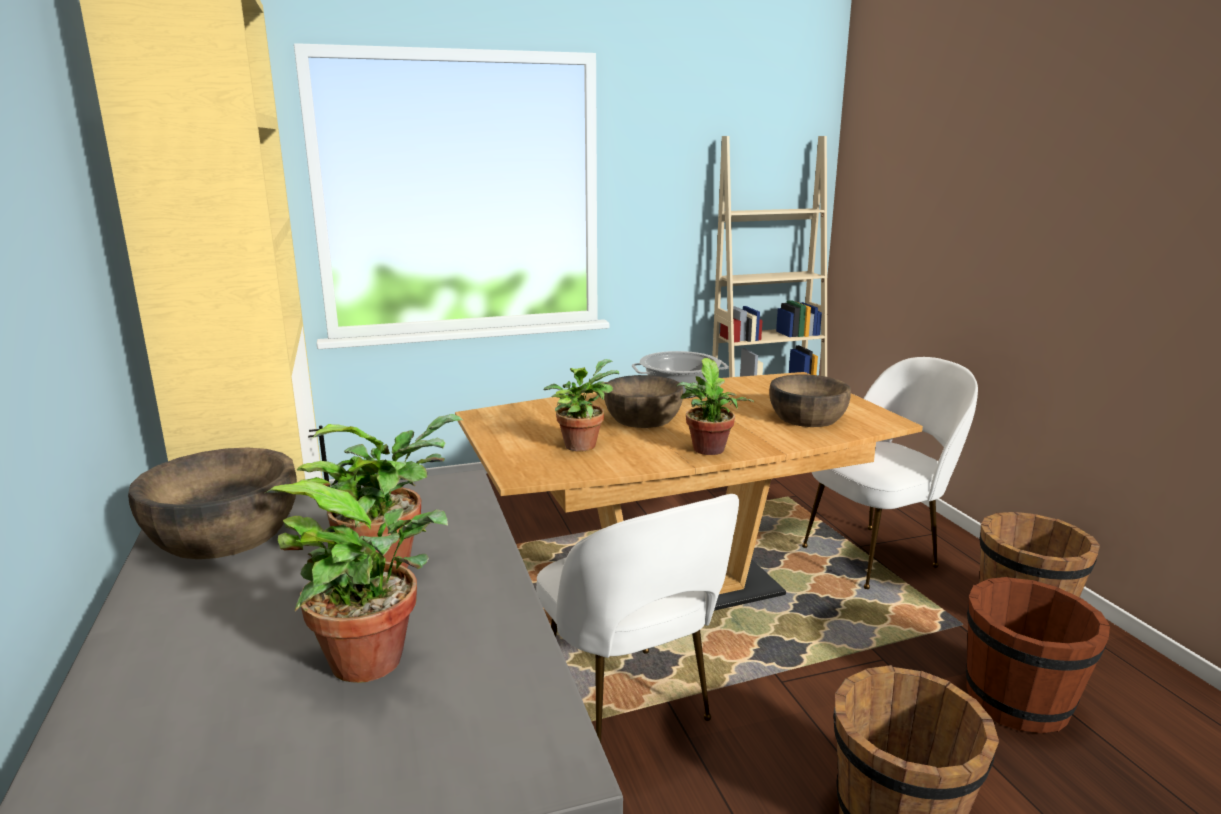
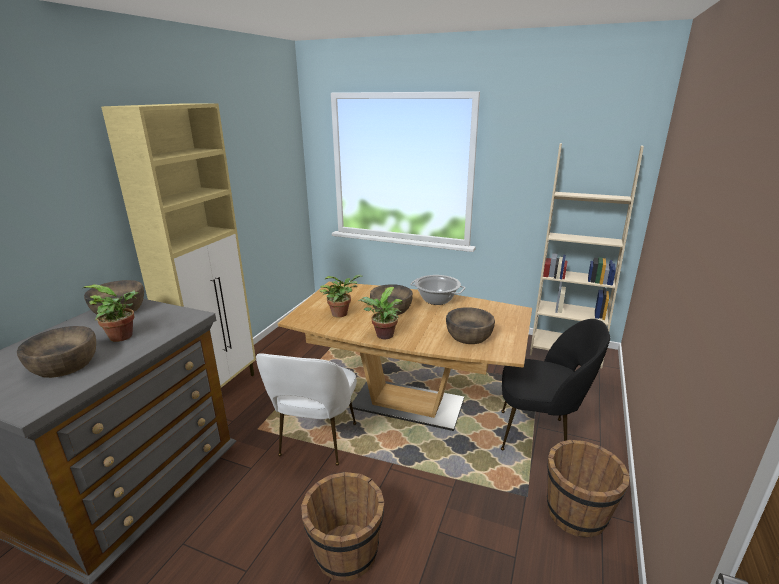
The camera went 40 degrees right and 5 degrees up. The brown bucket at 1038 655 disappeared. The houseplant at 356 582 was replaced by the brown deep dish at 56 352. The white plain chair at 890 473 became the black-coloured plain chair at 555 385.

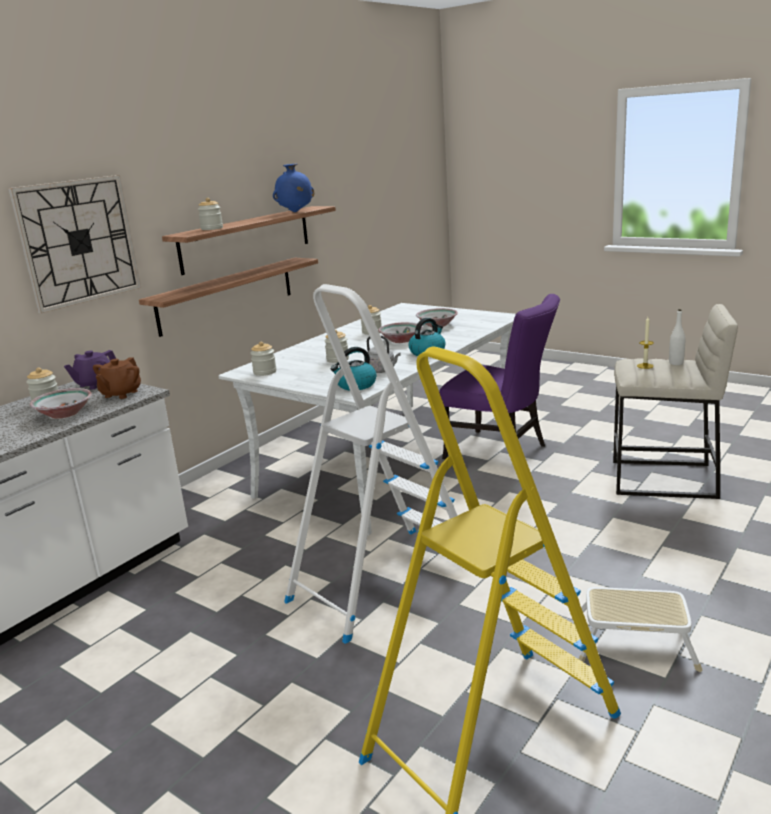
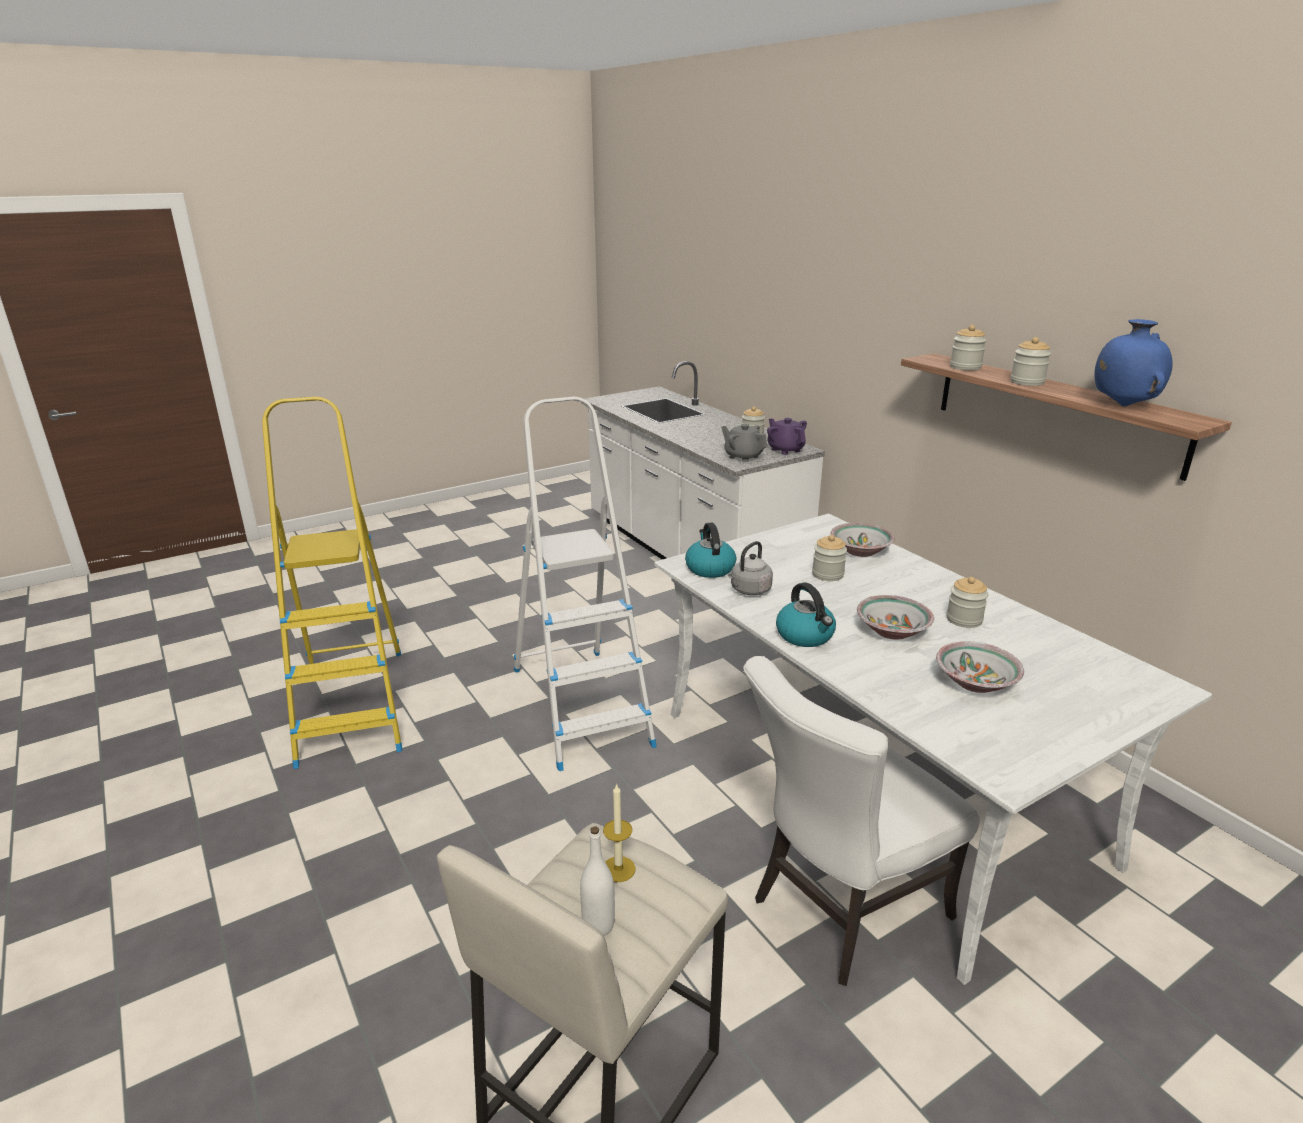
The camera went 110 degrees right and 5 degrees up. The clock on the wall at 74 244 disappeared. The shelf at 228 297 disappeared. The sand-coloured step stool at 641 629 disappeared. The deep dish moved from 61 403 to 862 540. The jar moved from 263 359 to 1030 361. The brown tea pot at 117 378 became the gray tea pot at 744 443. The purple plain chair at 499 376 became the white plain chair at 861 821.

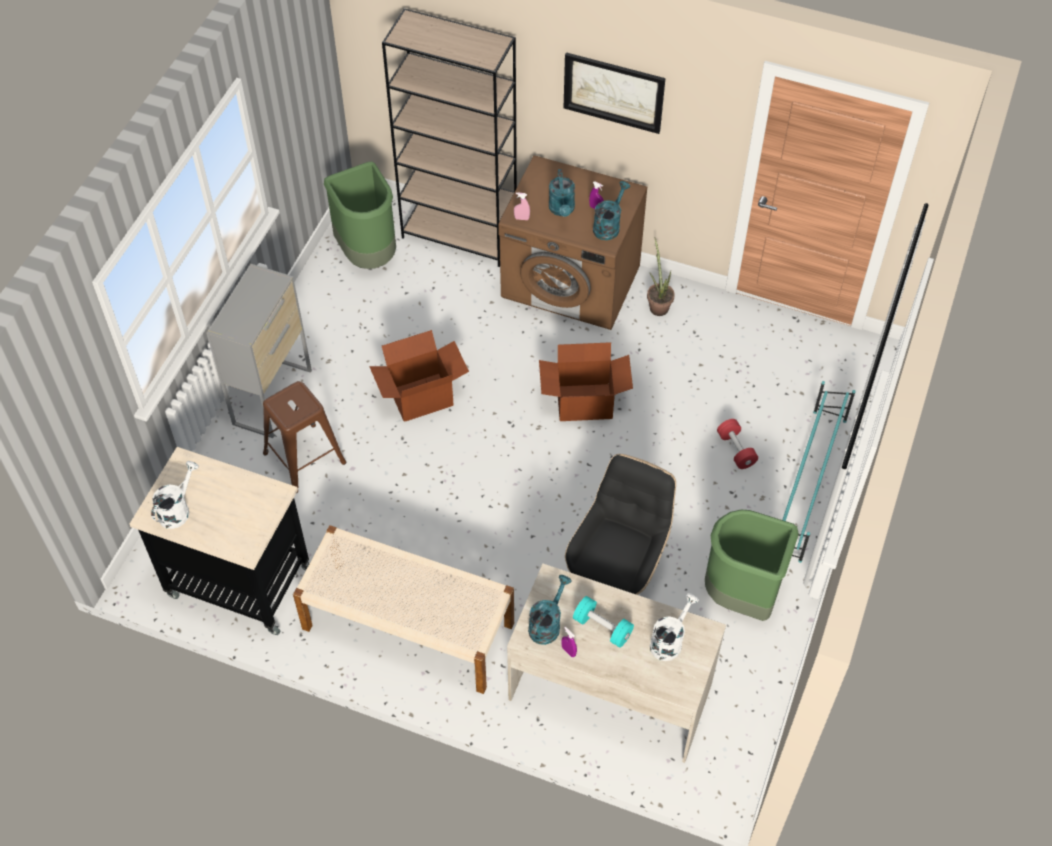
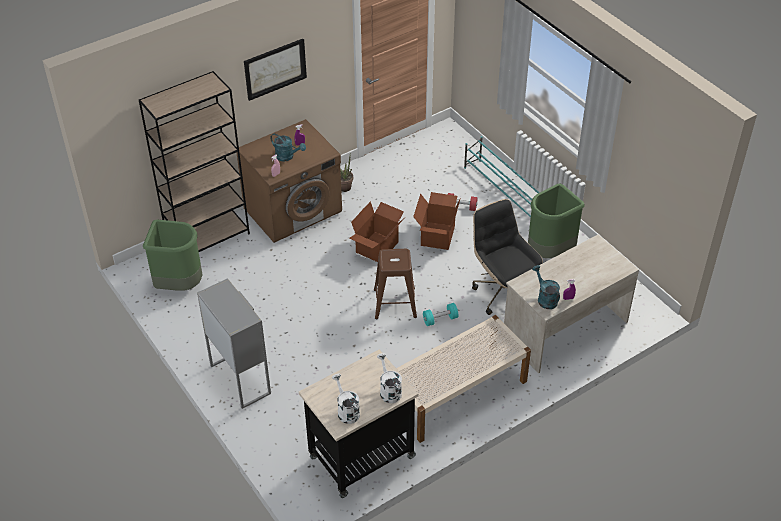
The camera went 55 degrees left and 10 degrees down. The blue-green watering can at 611 210 disappeared. The brown sitting stool moved from 304 437 to 395 284. The carton moved from 419 376 to 437 221. The blue-green hand weight moved from 603 622 to 441 314. The white watering can moved from 674 627 to 389 378.

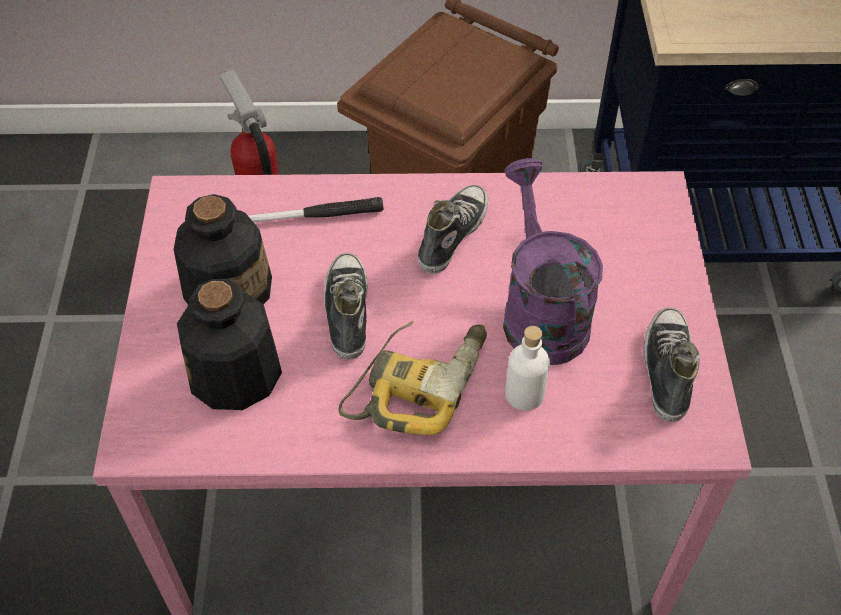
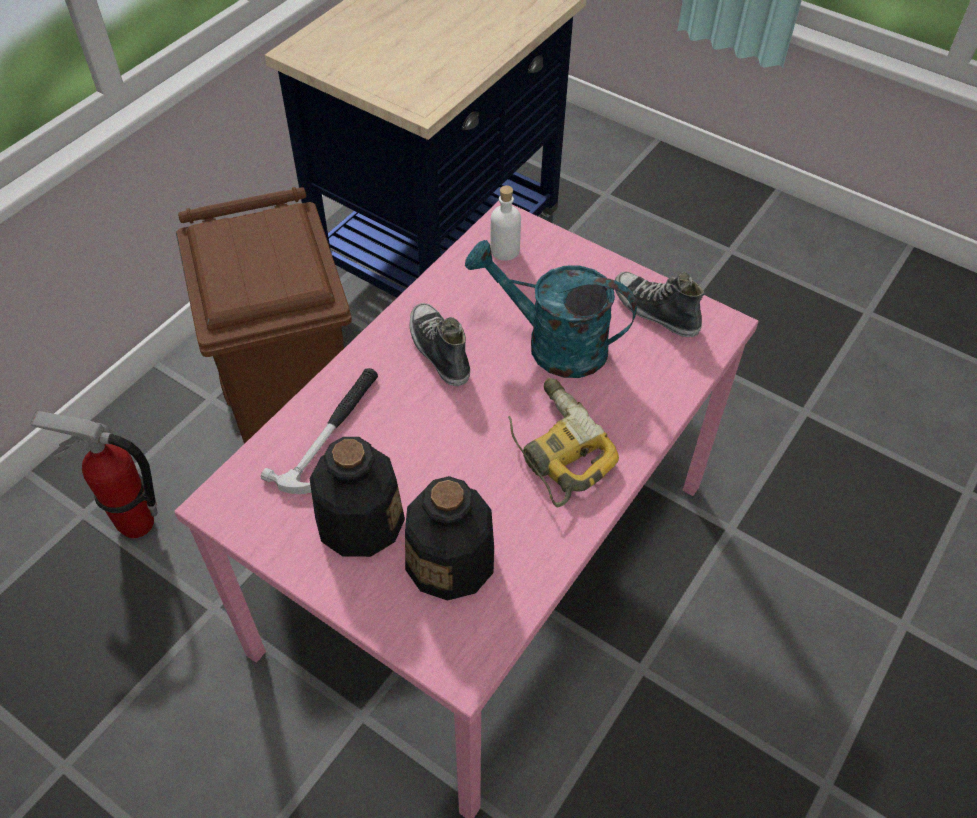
The camera went 55 degrees left and 0 degrees up. The shoe at 346 306 disappeared. The white bottle moved from 527 368 to 506 223. The purple watering can at 553 261 became the blue-green watering can at 551 309.

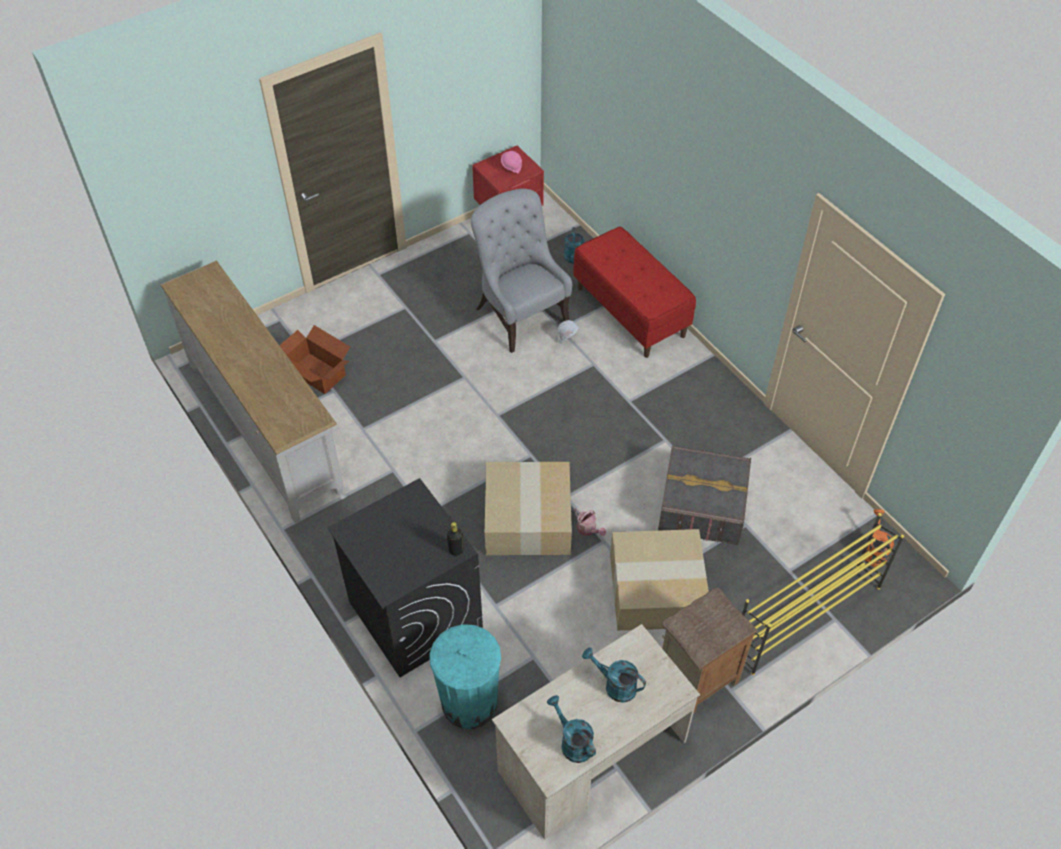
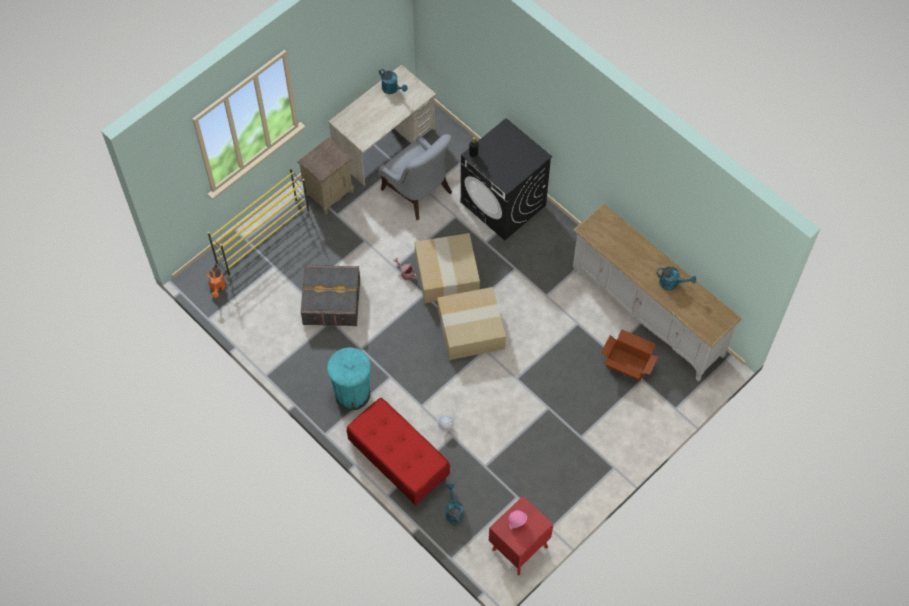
The camera went 170 degrees right and 10 degrees up. The blue-green trash can moved from 465 676 to 349 378. The gray plain chair moved from 521 271 to 415 177. The blue-green watering can moved from 614 675 to 676 278. The carton moved from 659 580 to 471 323.

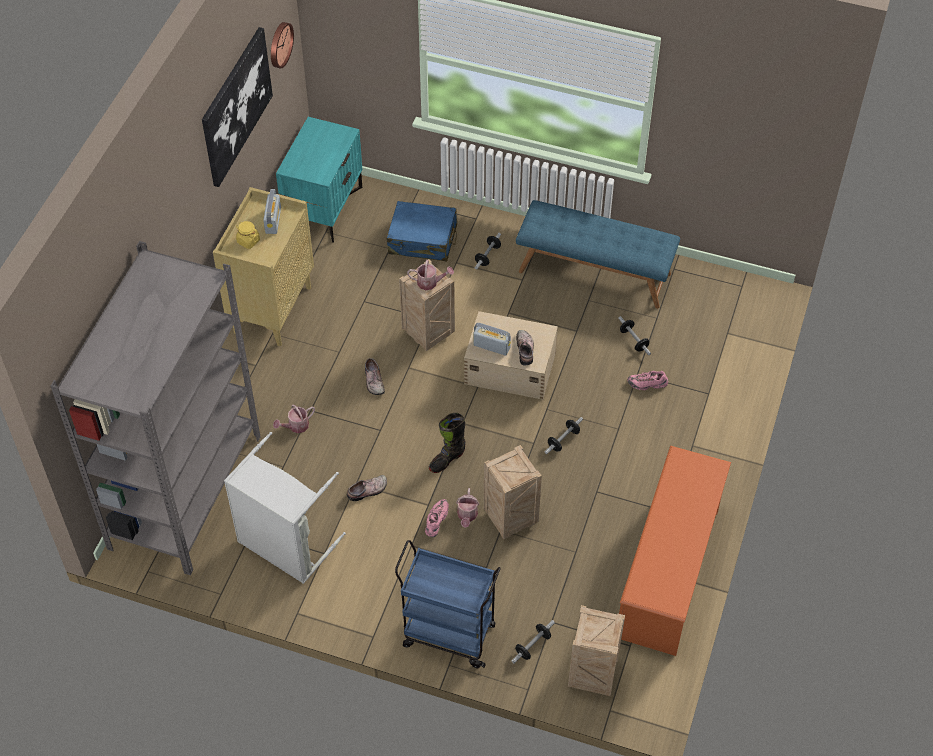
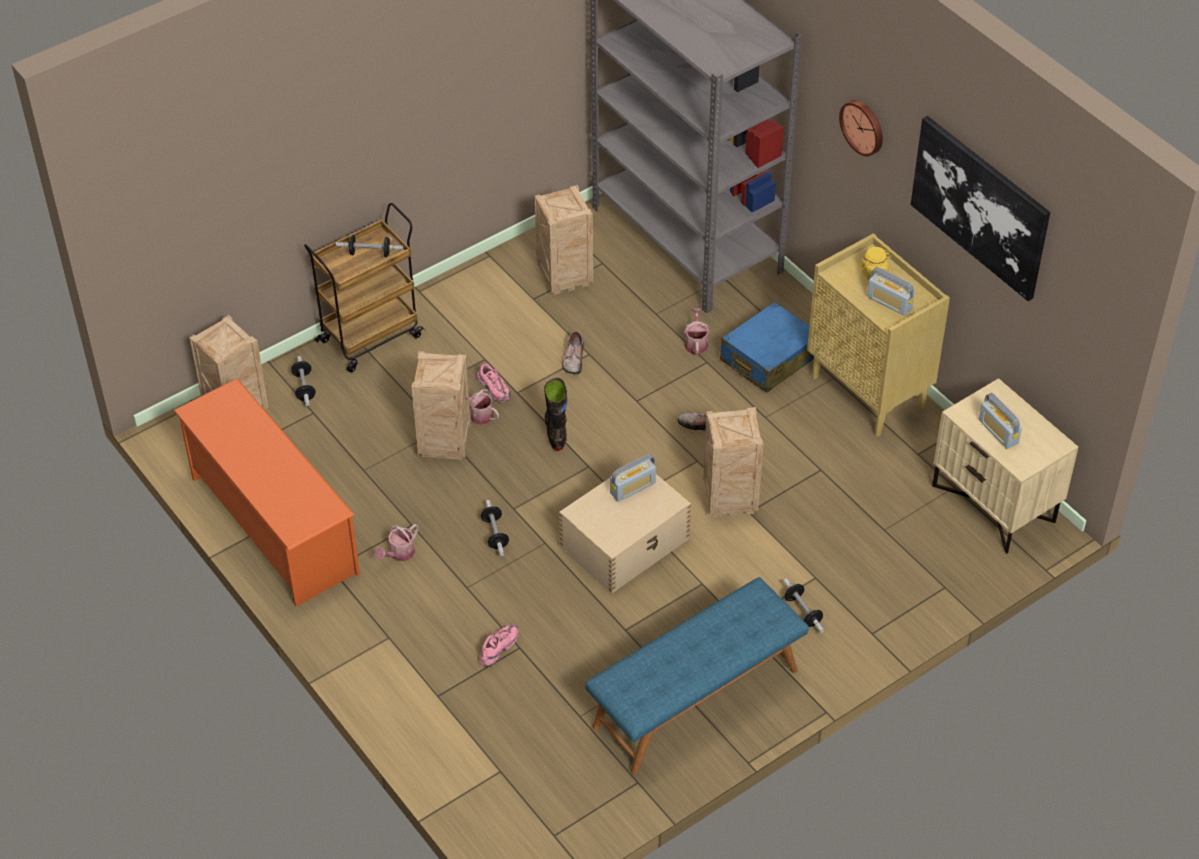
The camera went 125 degrees right and 5 degrees down. The shoe at 525 347 disappeared. The radio set at 1000 421 appeared. The clock on the wall moved from 282 45 to 861 128. The blue-coloured suitcase moved from 422 231 to 767 347. The watering can moved from 430 275 to 397 542. The hand weight moved from 634 335 to 369 246. The gray washing basket at 285 508 was replaced by the packing crate at 564 240. The blue-green nightstand at 319 180 became the sand-coloured nightstand at 1005 466. The blue-coloured trolley at 448 604 became the brown trolley at 364 288.

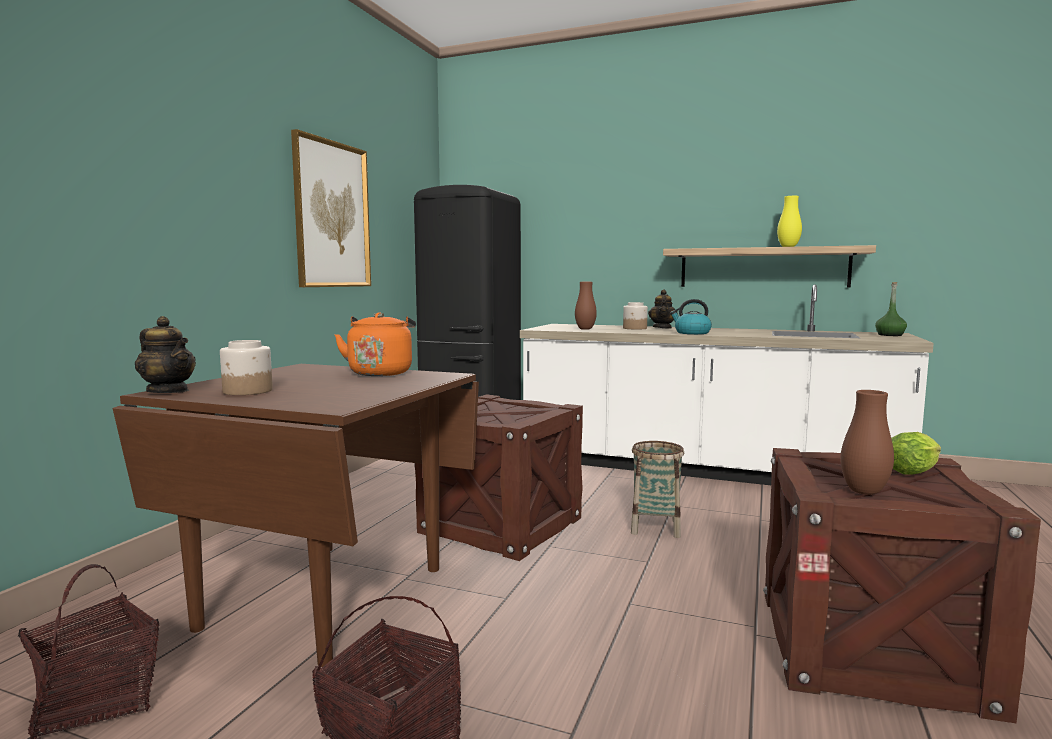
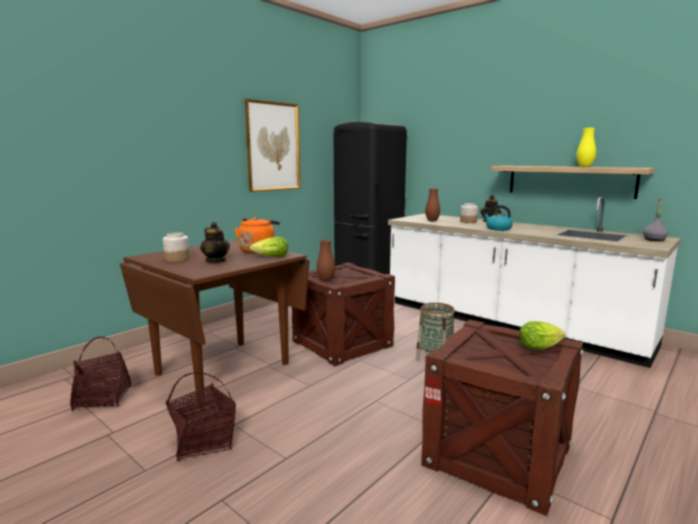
The camera went 20 degrees right and 5 degrees up. The lettuce at 269 247 appeared. The tea pot moved from 165 354 to 215 242. The brown vase moved from 867 442 to 326 260. The green-coloured bottle at 891 309 became the gray bottle at 656 219.

